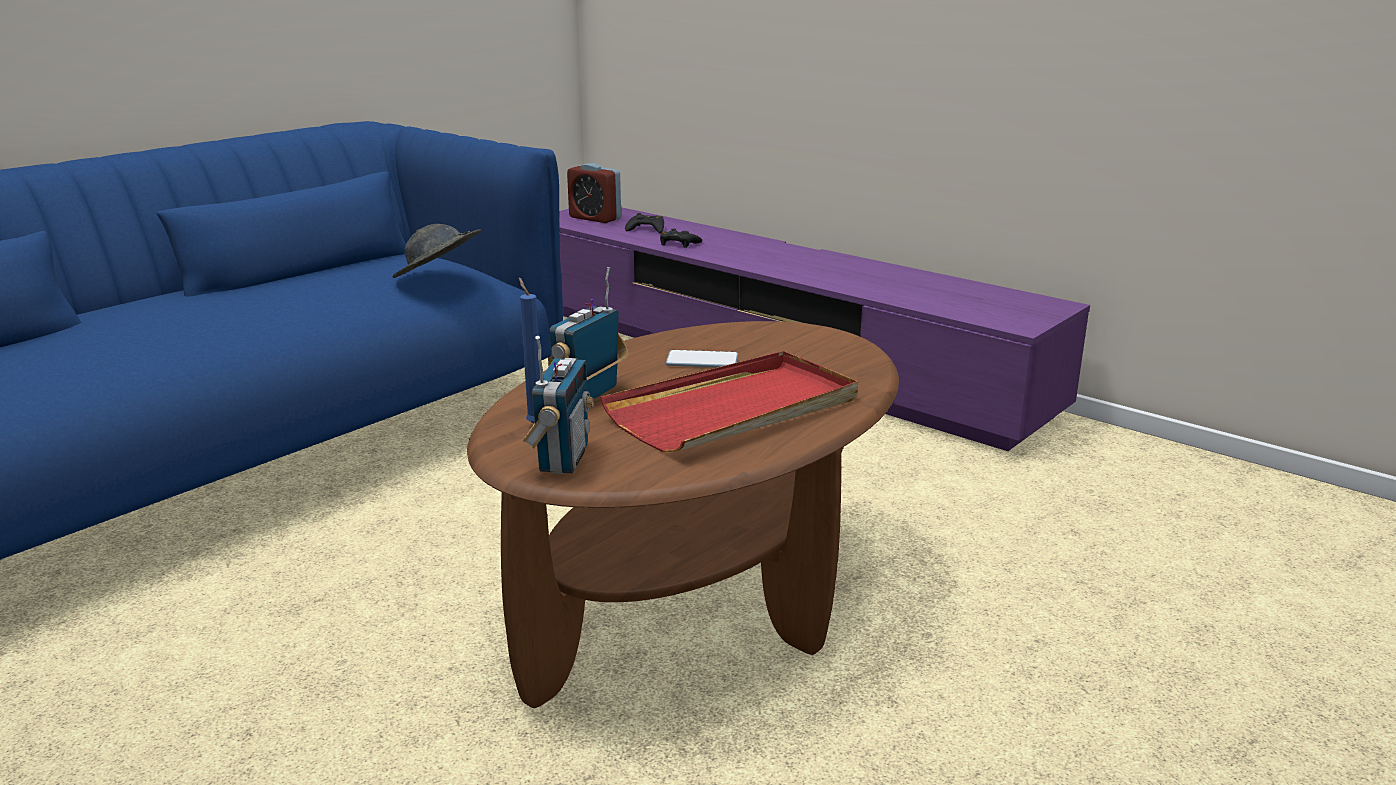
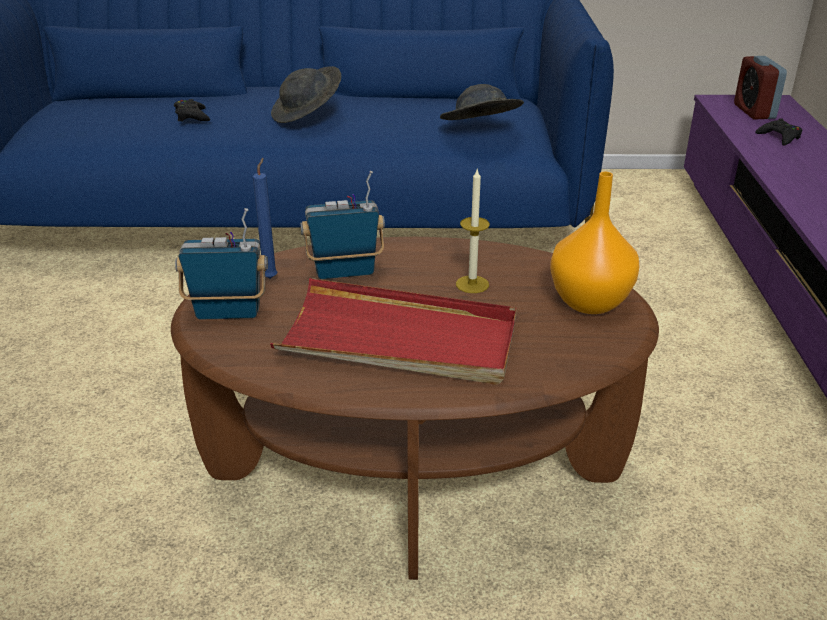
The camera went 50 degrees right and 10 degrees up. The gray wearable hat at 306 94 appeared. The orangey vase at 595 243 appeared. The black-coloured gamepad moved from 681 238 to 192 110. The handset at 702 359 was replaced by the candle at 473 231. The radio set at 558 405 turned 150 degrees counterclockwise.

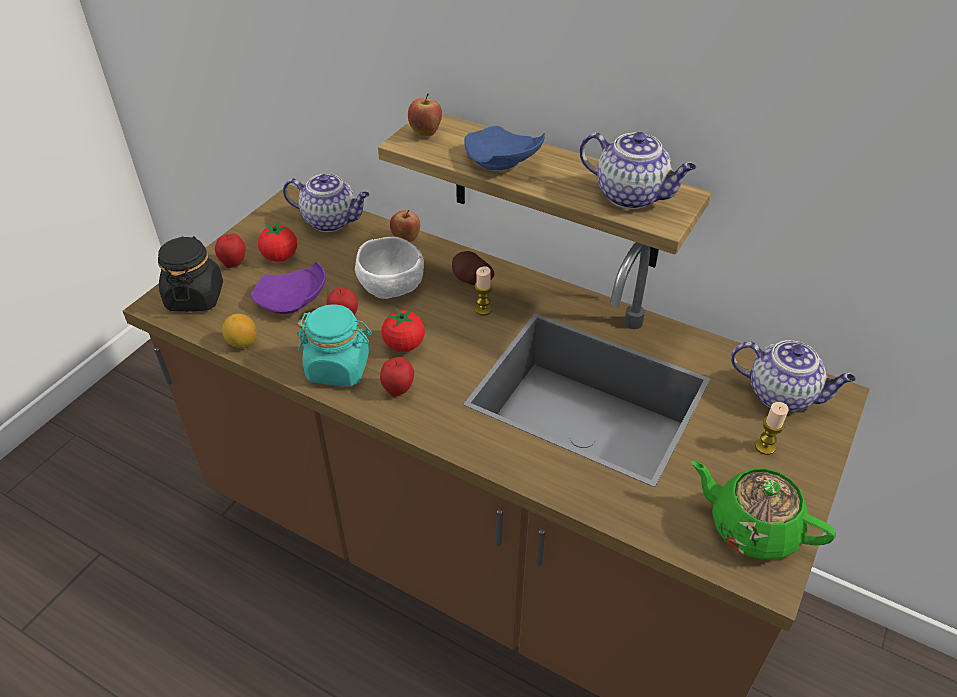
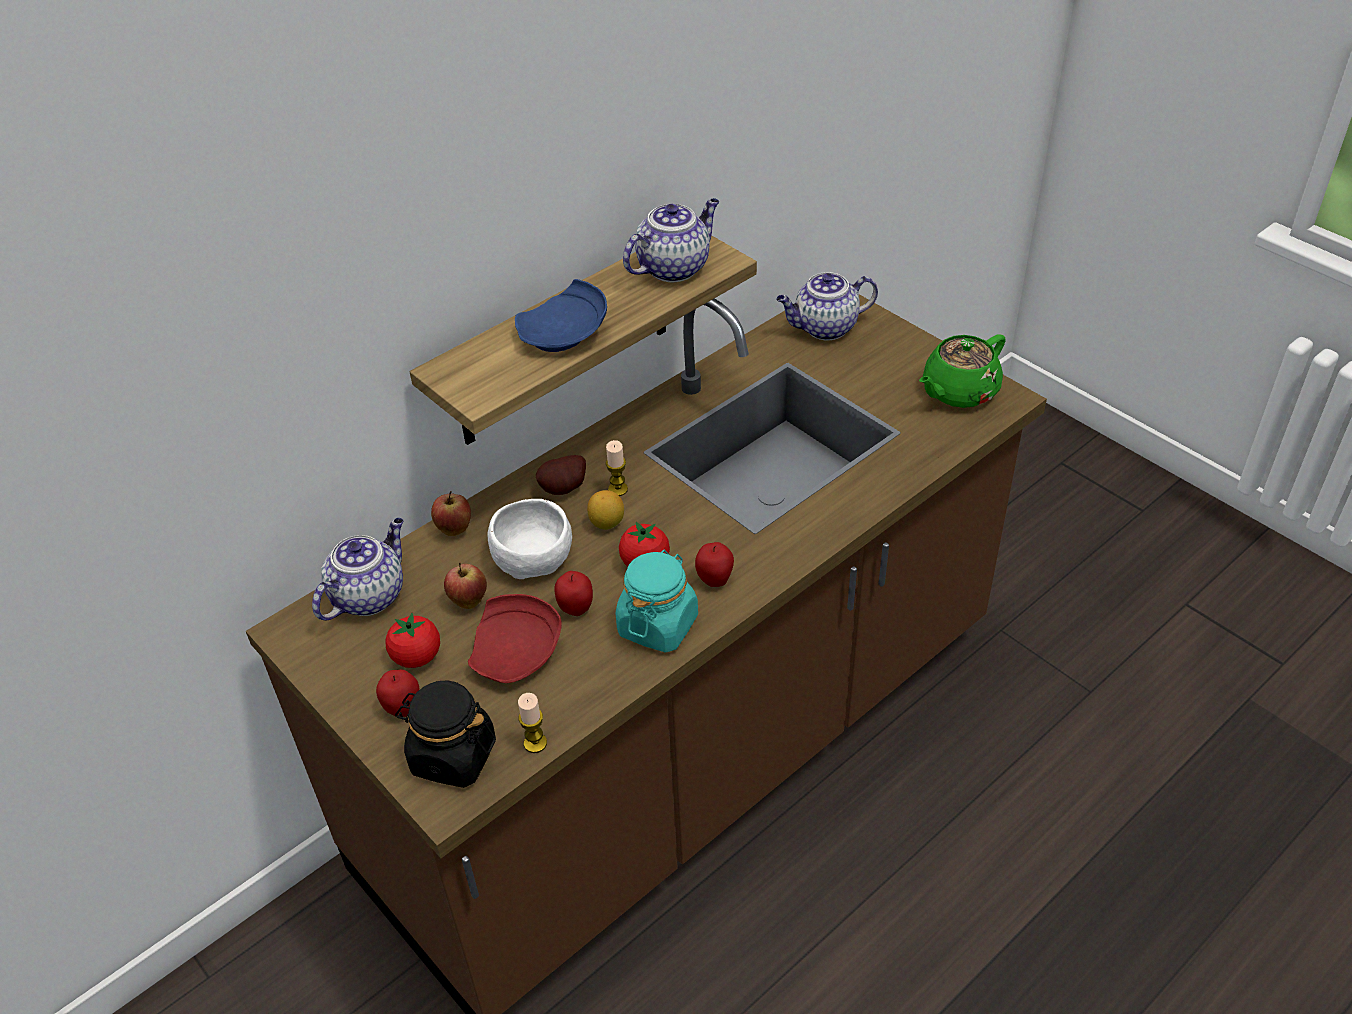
The camera went 70 degrees left and 0 degrees up. The citrus fruit moved from 239 331 to 605 510. The apple fruit moved from 425 115 to 465 586. The candle moved from 772 428 to 532 723. The purple plate at 288 287 became the reddish plate at 515 638. The tea pot at 793 376 turned 150 degrees counterclockwise.

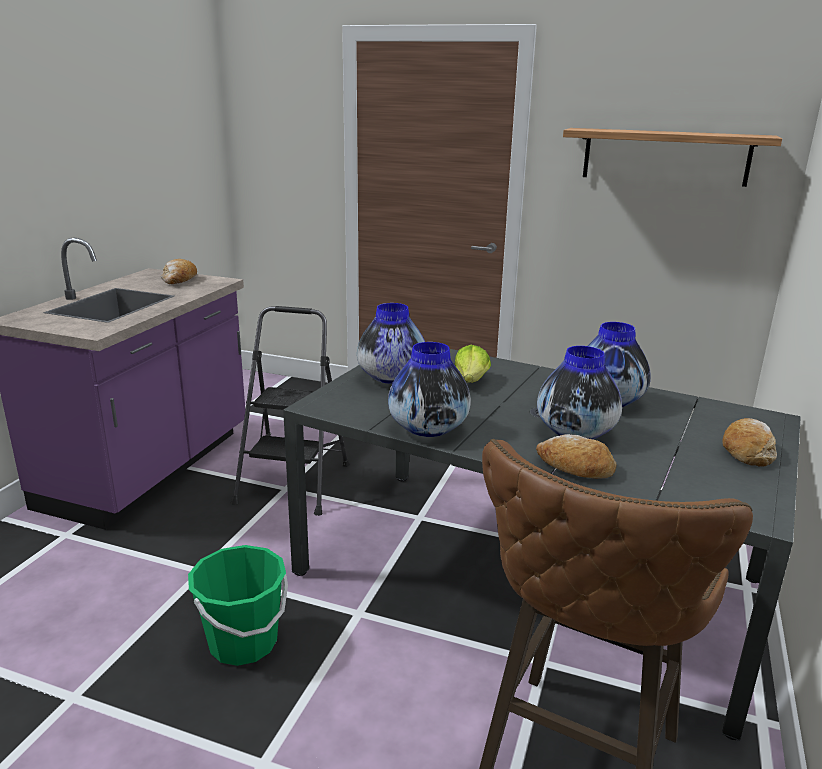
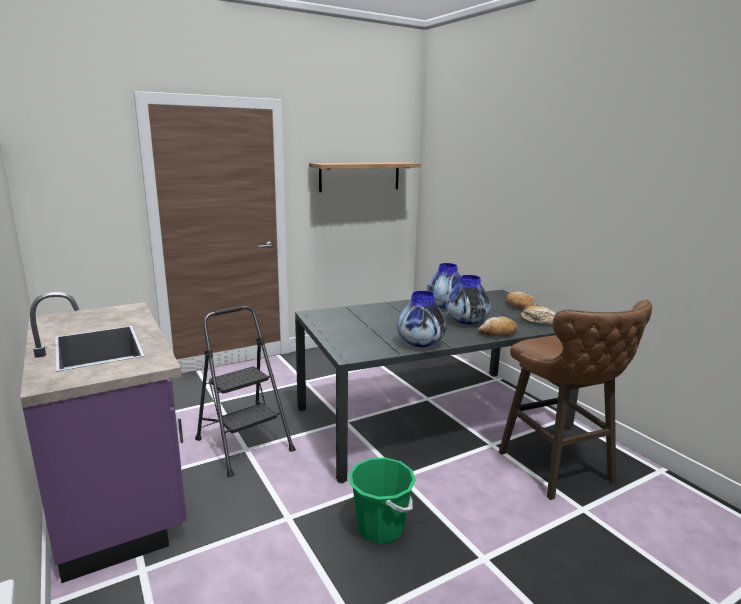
The camera went 50 degrees left and 5 degrees down. The vase at 391 343 disappeared. The lettuce at 473 364 disappeared. The bread moved from 179 271 to 538 315.

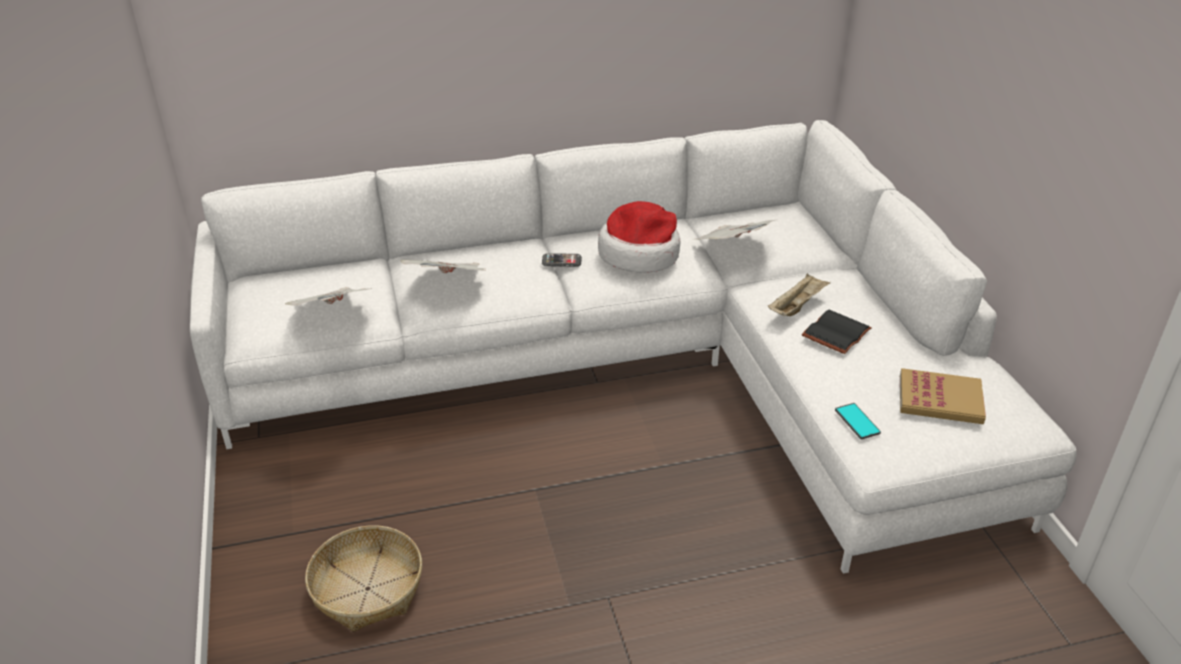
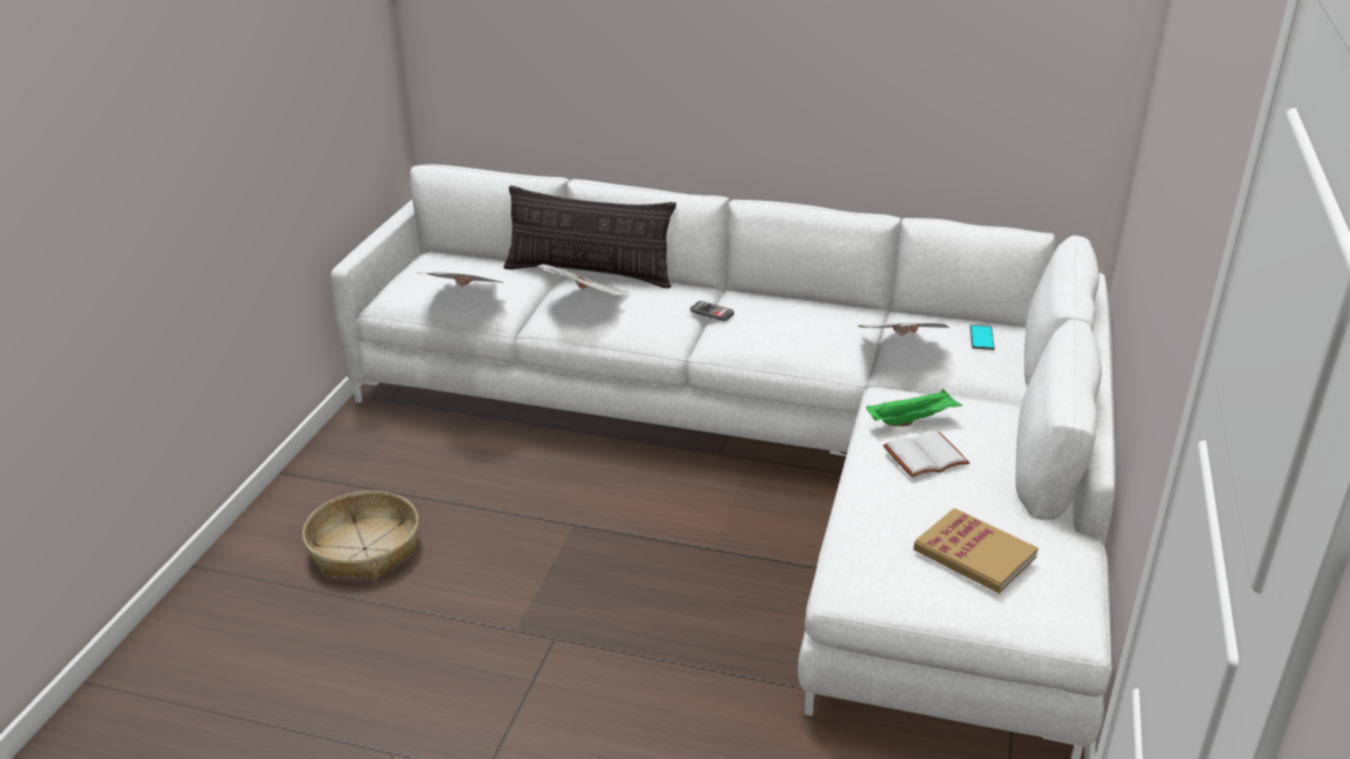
The camera went 30 degrees right and 5 degrees down. The wearable hat at 639 237 disappeared. The throw pillow at 590 236 appeared. The handset moved from 858 421 to 982 337. The sand-coloured carrying tray at 799 294 became the green-coloured carrying tray at 914 407. The black-coloured book at 837 332 became the white book at 926 454.

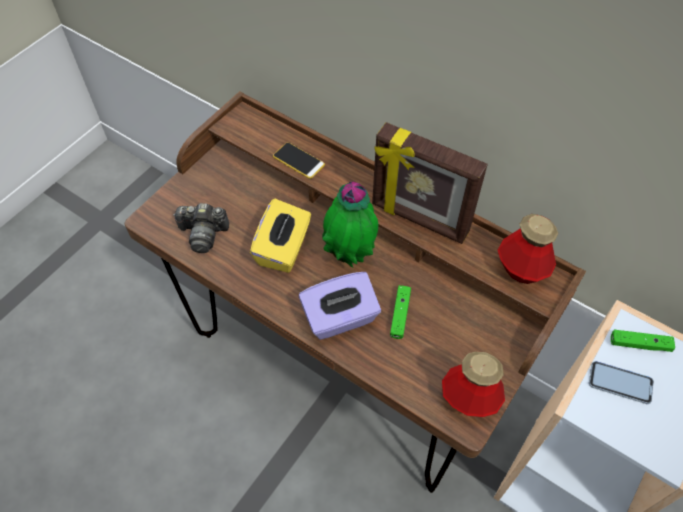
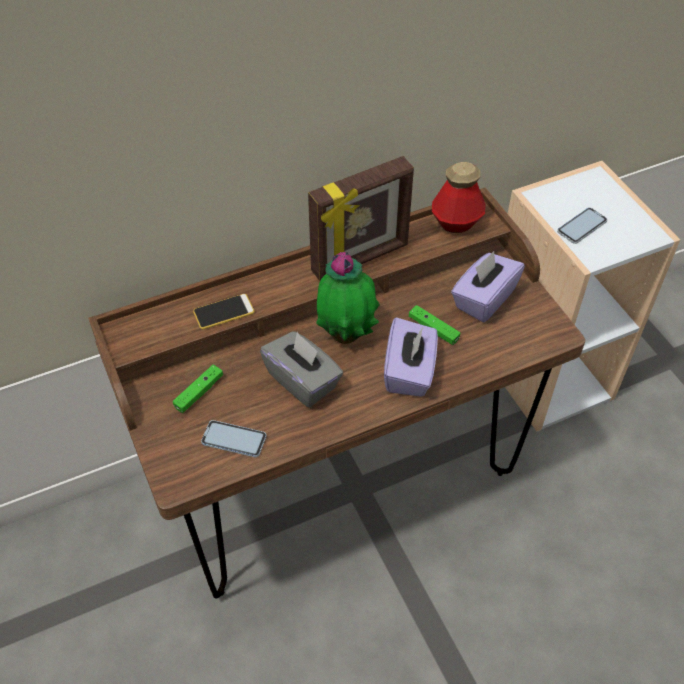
The camera went 60 degrees left and 5 degrees down. The bottle at 473 384 disappeared. The purple tissue holder at 488 286 appeared. The green-coloured gamepad moved from 643 341 to 198 389. The still camera at 201 228 was replaced by the handset at 233 438. The yellow-coloured tissue holder at 280 236 became the gray tissue holder at 301 369.

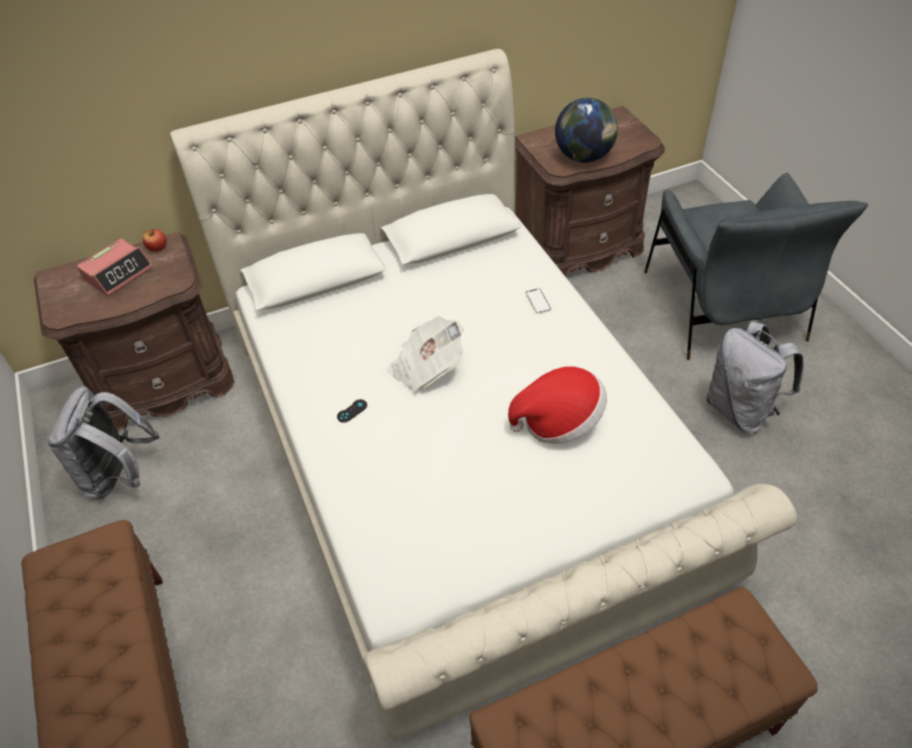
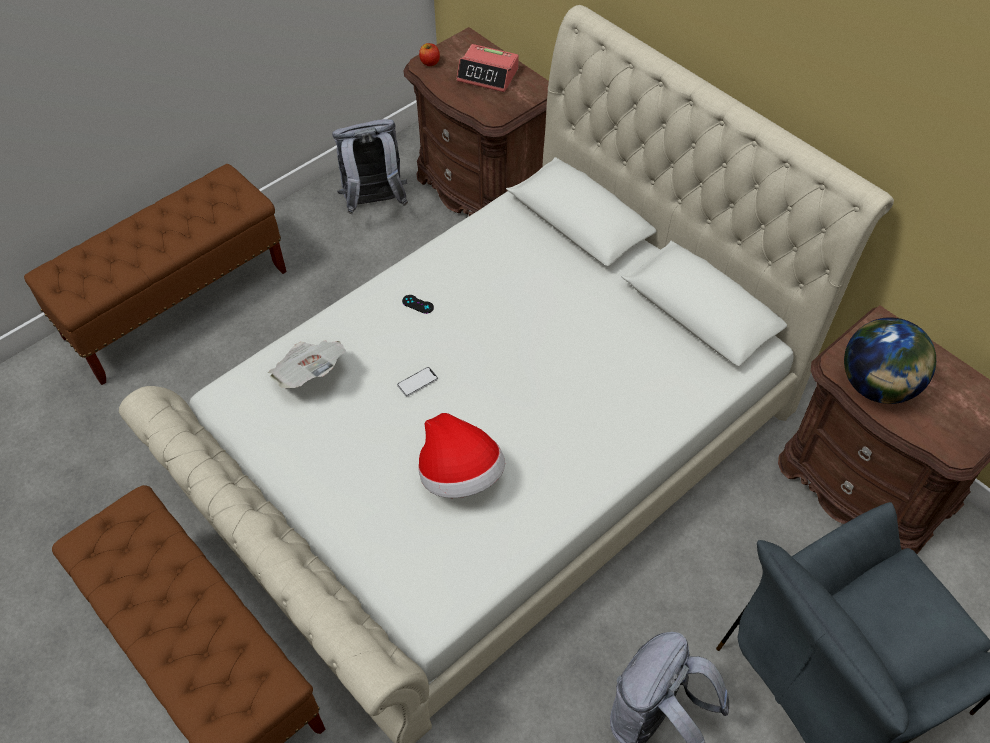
The camera went 70 degrees right and 5 degrees up. The apple fruit moved from 154 240 to 429 54. The printed paper moved from 426 354 to 307 364. The handset moved from 538 300 to 417 381.

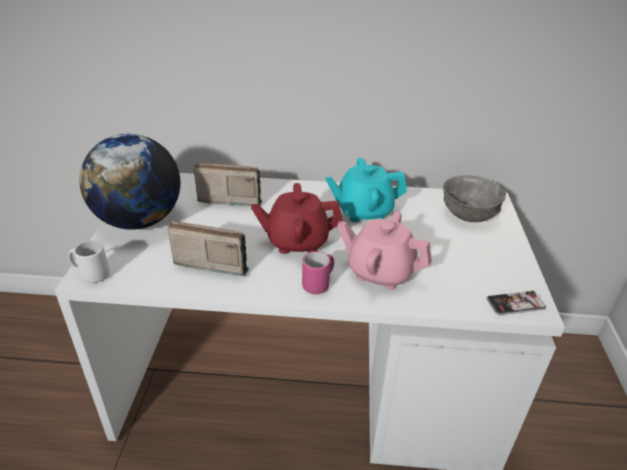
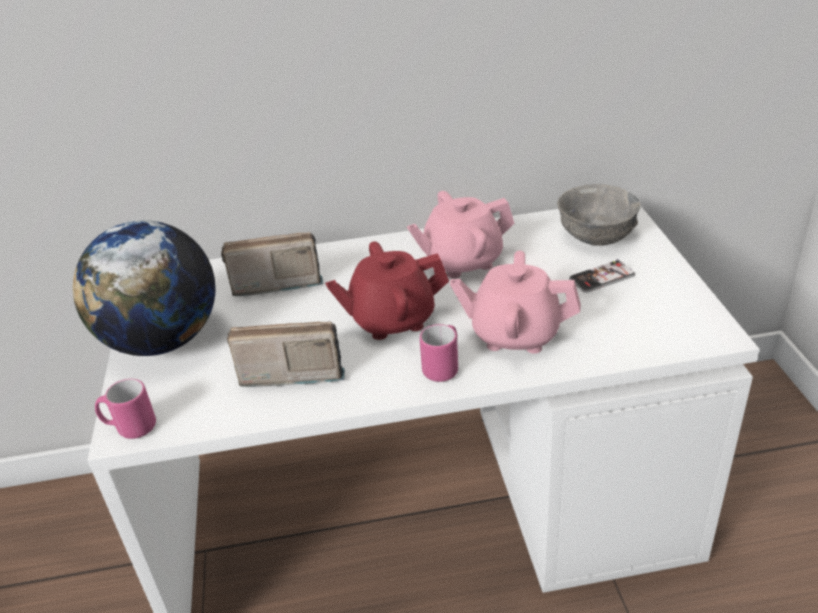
The camera went 10 degrees left and 0 degrees up. The handset moved from 516 302 to 602 276. The white mug at 89 262 became the pink mug at 125 409. The blue-green tea pot at 366 190 became the pink tea pot at 460 234.

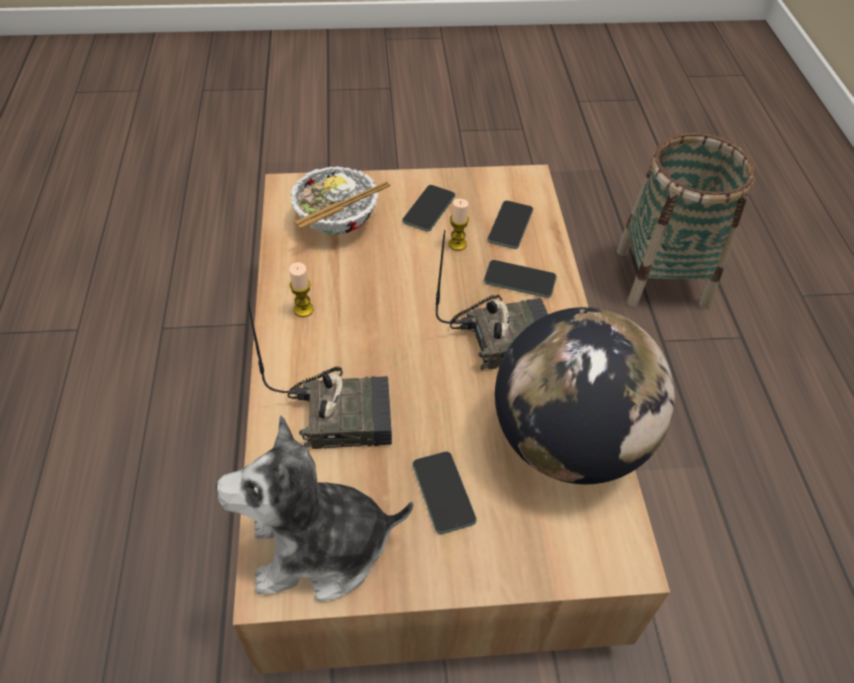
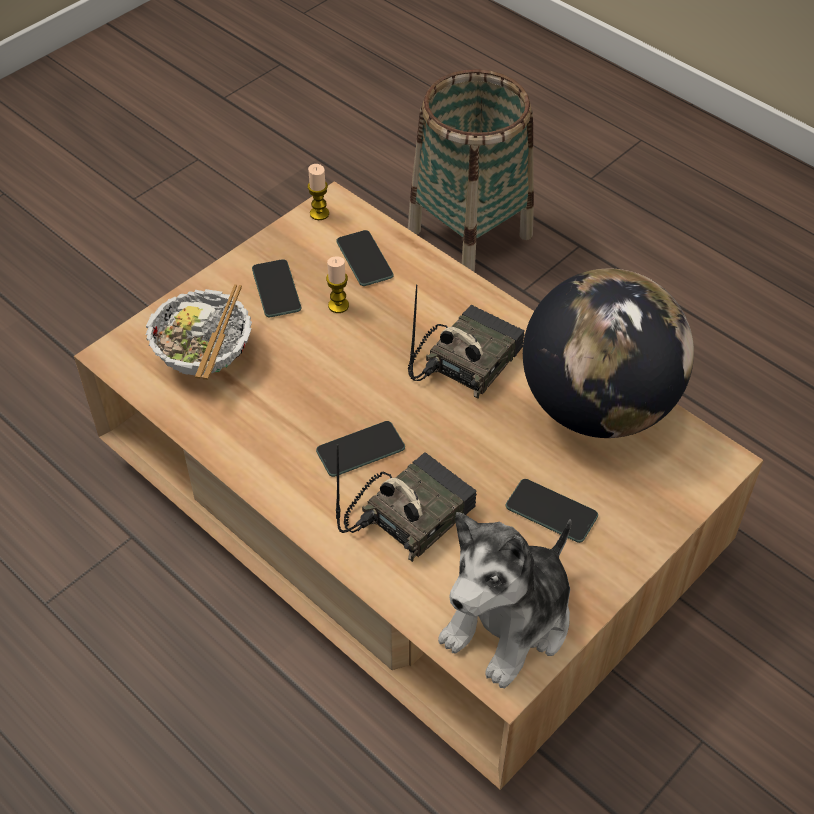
The camera went 40 degrees left and 0 degrees up. The candle moved from 301 289 to 318 192. The handset moved from 520 279 to 360 449.

